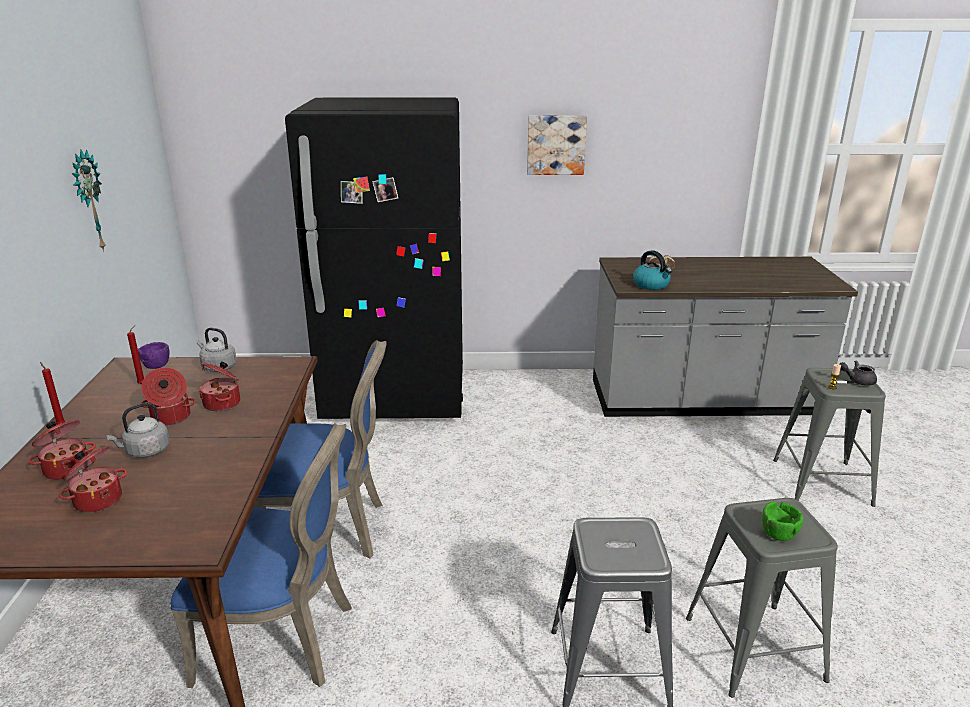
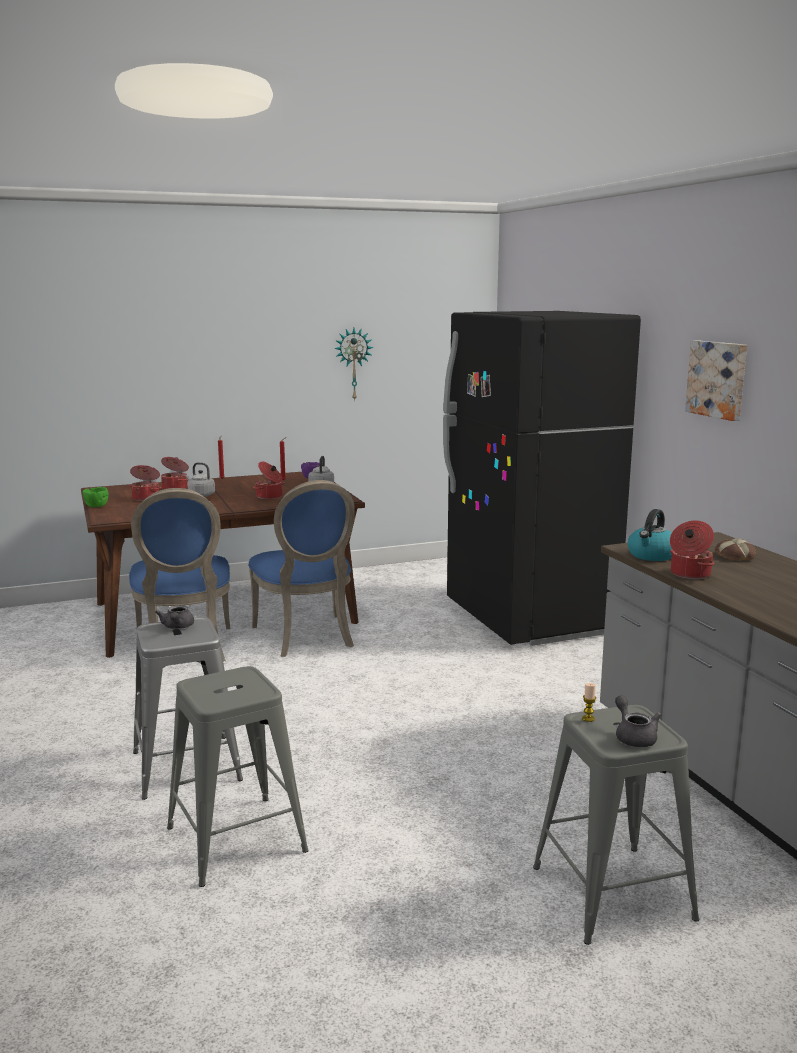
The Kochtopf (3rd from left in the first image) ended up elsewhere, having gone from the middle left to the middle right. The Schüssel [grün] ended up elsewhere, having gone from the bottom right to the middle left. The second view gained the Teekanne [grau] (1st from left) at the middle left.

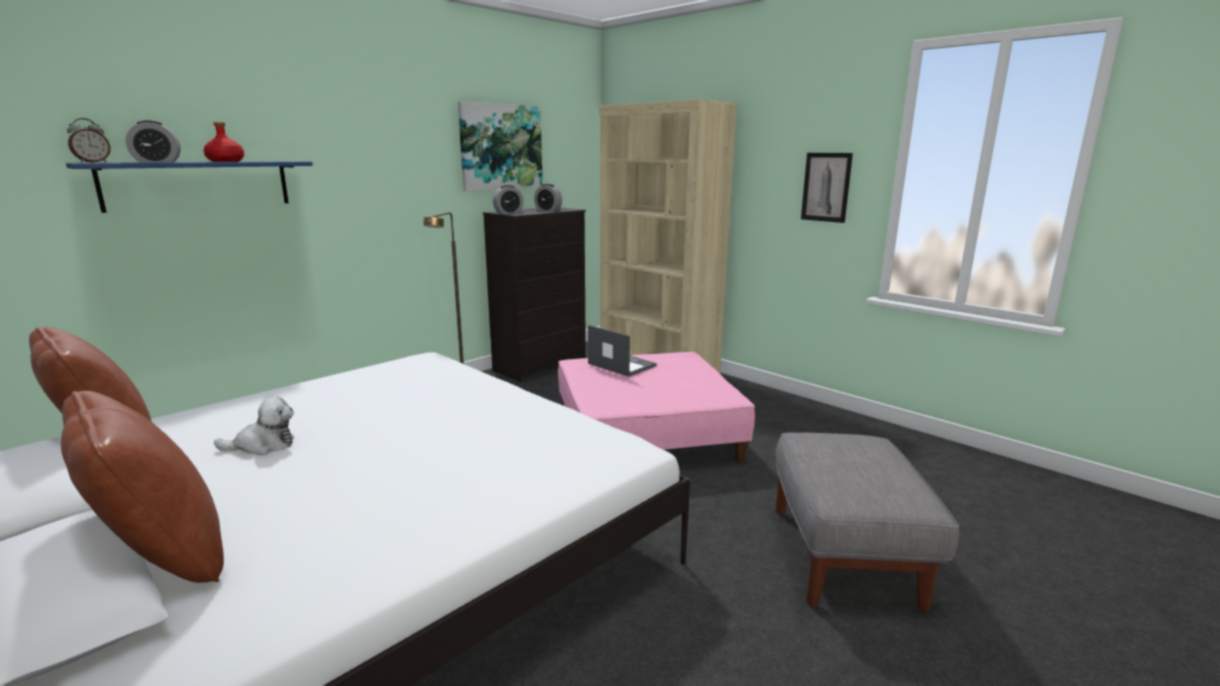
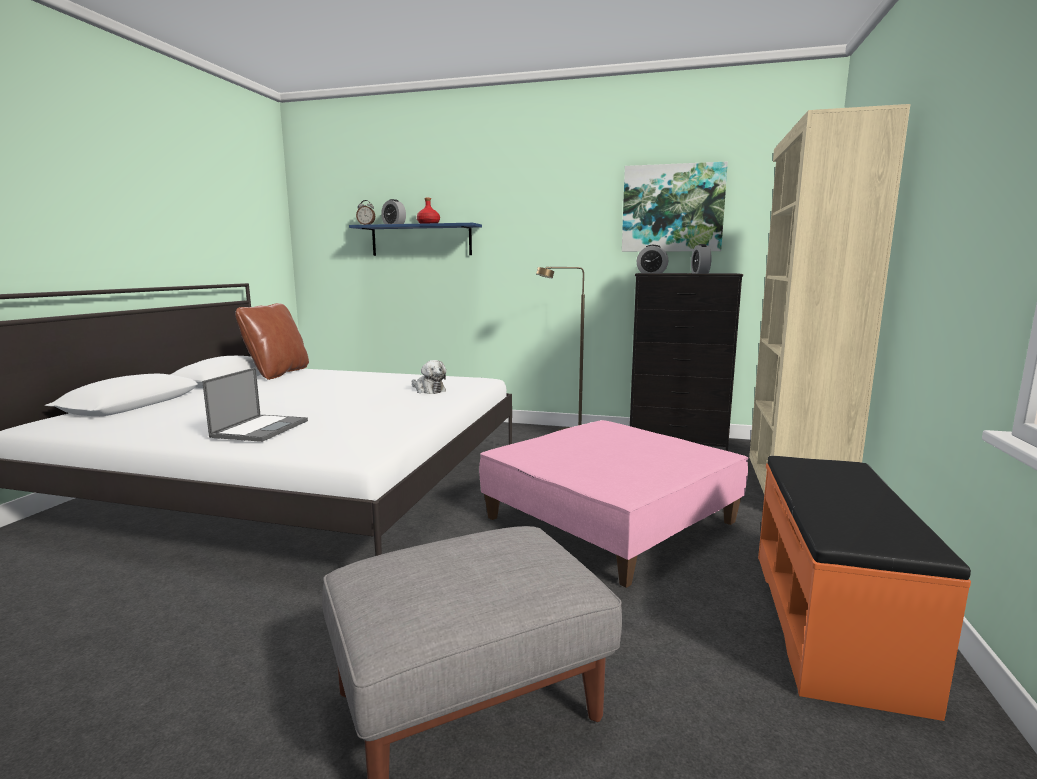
The second view lost the Kissen [braun] (2nd from left) at the bottom left. The Plüschtier ended up elsewhere, having gone from the middle left to the centre. The Laptop ended up elsewhere, having gone from the centre to the middle left. The second view lost the Bild (2nd from left) at the top right. The second view gained the Bank [orange] at the bottom right.

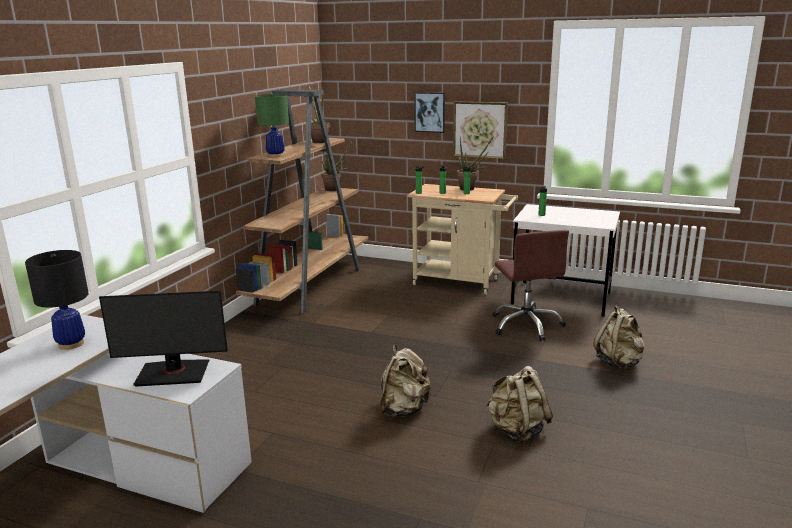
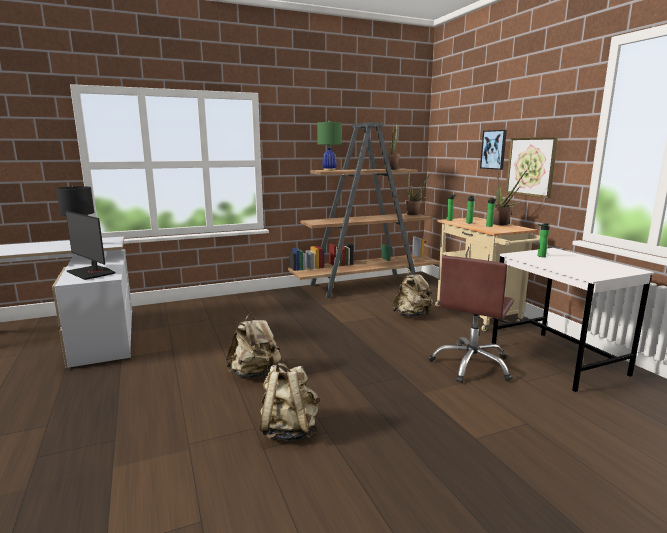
The Rucksack [beige] (3rd from left) ended up elsewhere, having gone from the middle right to the centre.

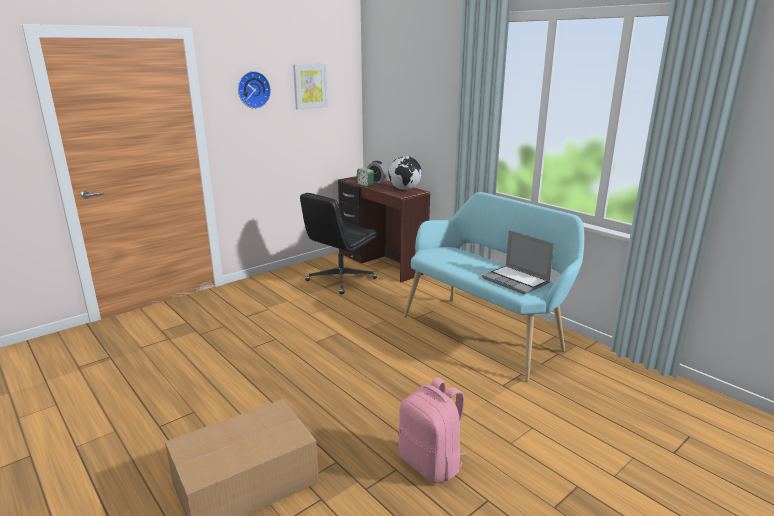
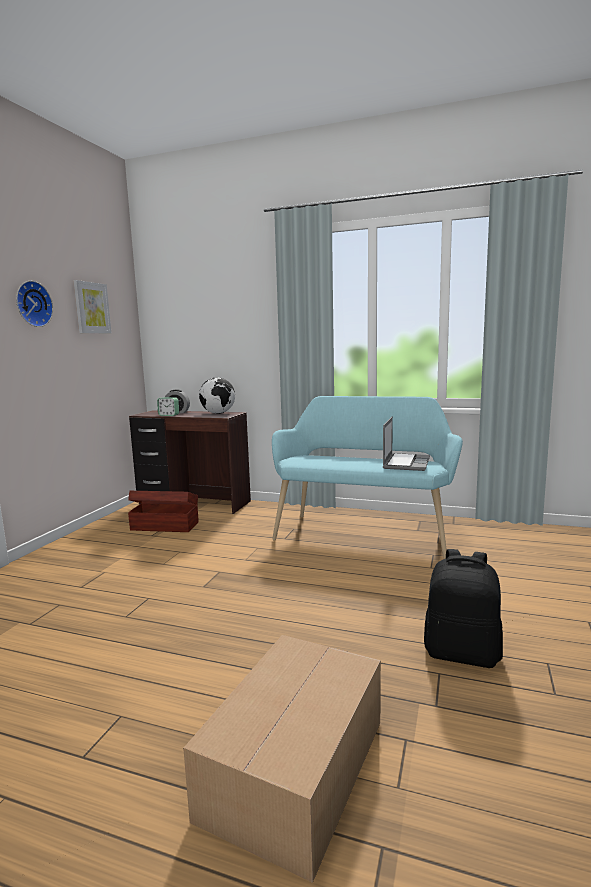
Where the Bürostuhl [schwarz] stood at the centre, the Aufbewahrungsbox [braun] came to stand at the middle left. What was the Rucksack [rosa] at the bottom centre turned into the Rucksack [schwarz] at the bottom right. The Laptop at the middle right ended up facing another way, 90 degrees counterclockwise from before.

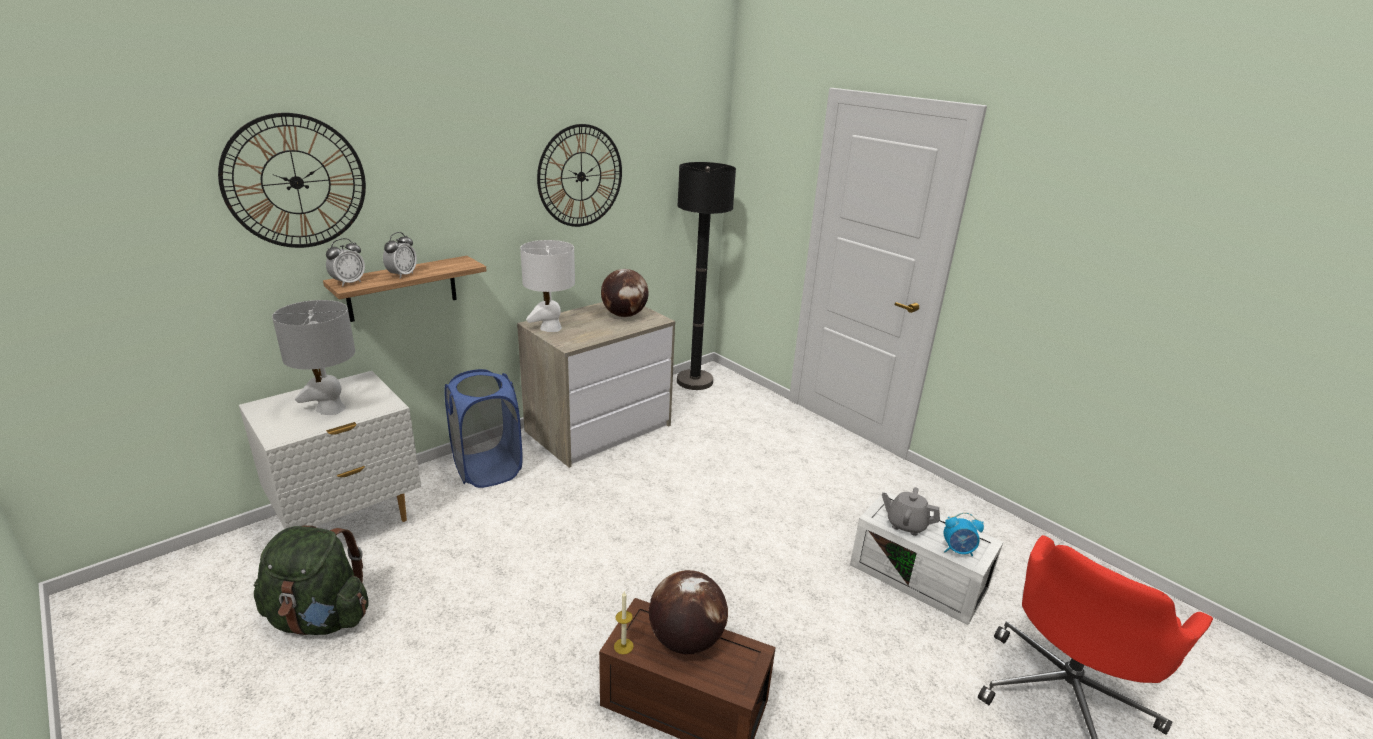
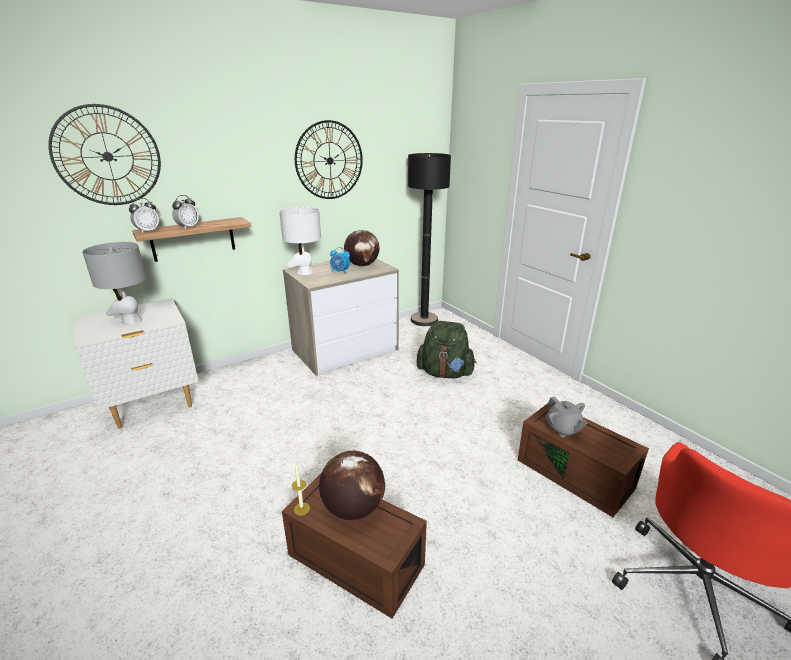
The Rucksack [grün] ended up elsewhere, having gone from the bottom left to the centre. The second view lost the Wäschekorb [blau] at the centre. What was the Aufbewahrungsbox [weiß] at the bottom right turned into the Aufbewahrungsbox [braun] (2nd from left) at the bottom right. The Teekanne [grau] at the bottom centre ended up facing another way, 150 degrees counterclockwise from before. The Wecker (3rd from left) ended up elsewhere, having gone from the bottom right to the centre.

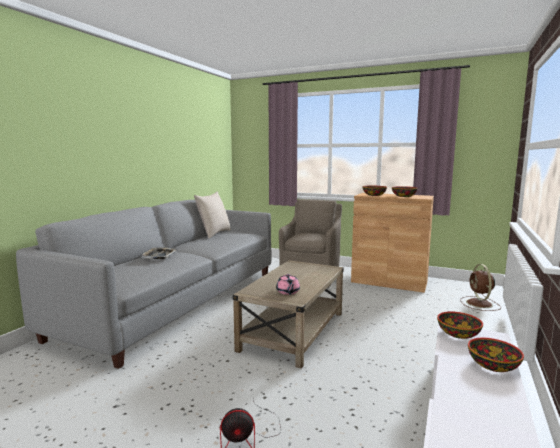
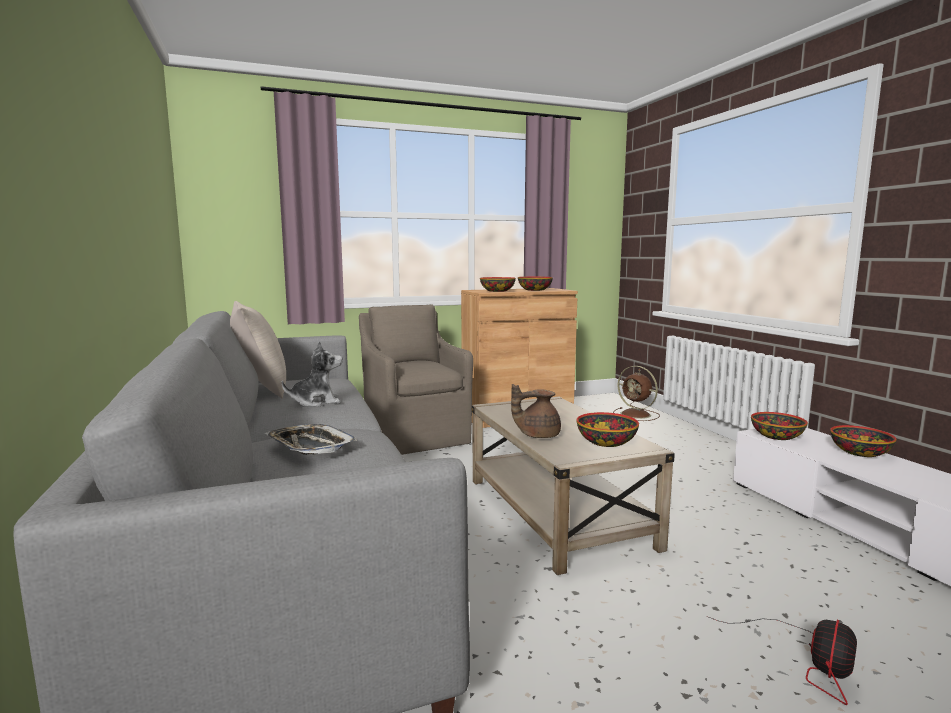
Where the Teekanne [rosa] stood at the centre, the Schüssel (3rd from left) came to stand at the centre. The second view gained the Plüschtier at the middle left. The second view gained the Teekanne [braun] at the centre.

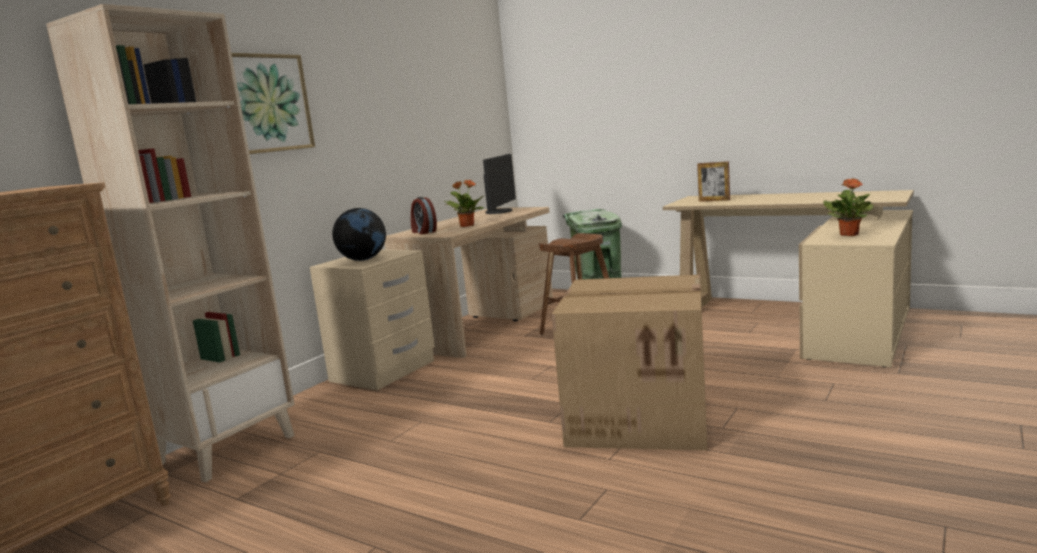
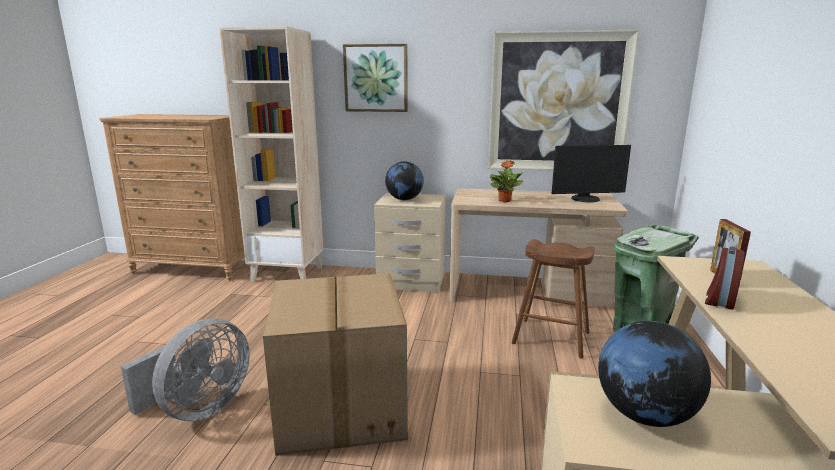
The Wecker ended up elsewhere, having gone from the centre to the middle right. Where the Topfpflanze (2nd from left) stood at the middle right, the Globus (2nd from left) came to stand at the bottom right. The second view gained the Ventilator [grau] at the bottom left. The second view gained the Bild (2nd from left) at the top right.

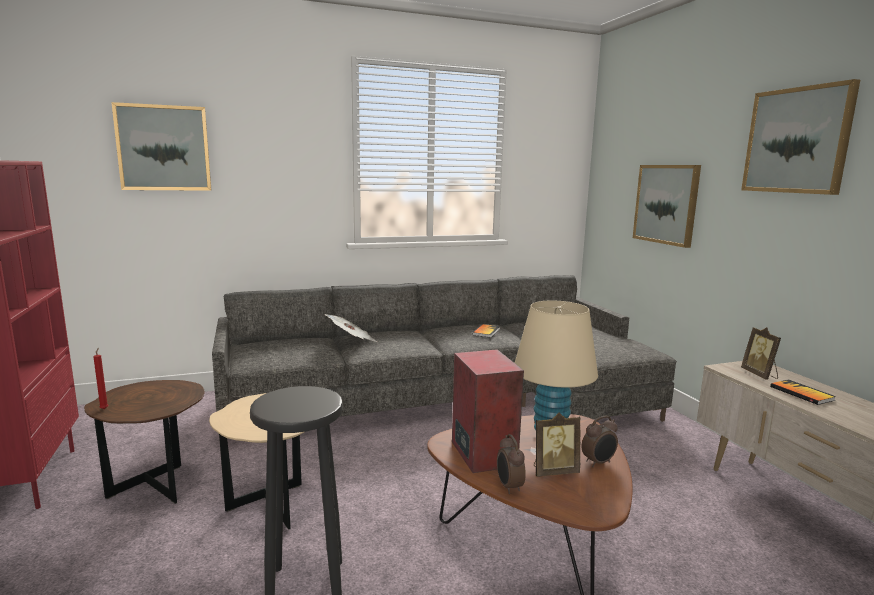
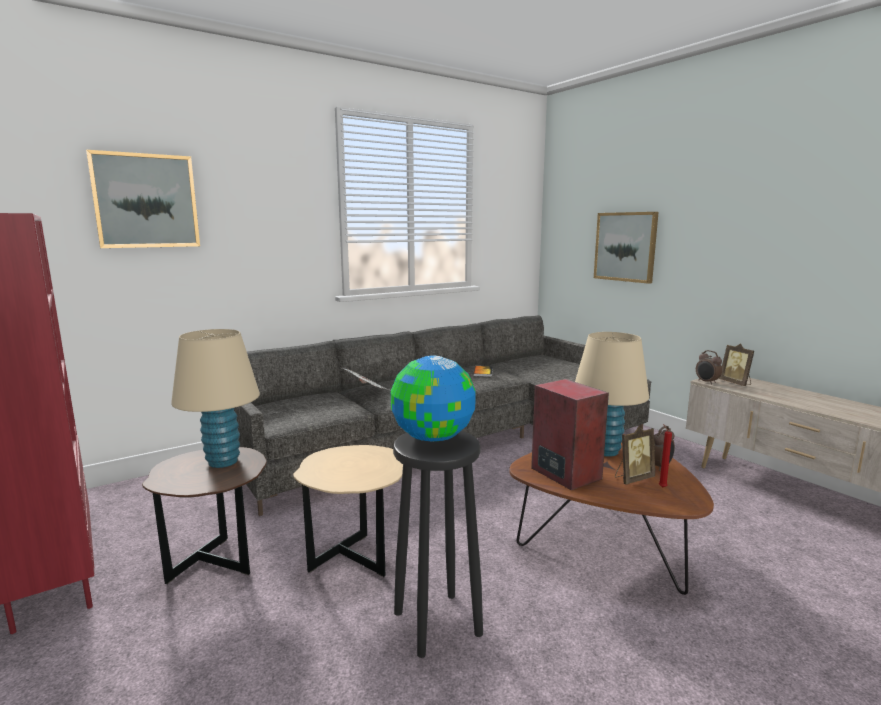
The Kerze [rot] ended up elsewhere, having gone from the middle left to the middle right. The Wecker (1st from left in the first image) ended up elsewhere, having gone from the bottom centre to the middle right. The second view lost the Bild (3rd from left) at the top right. The second view lost the Buch (2nd from left) at the middle right. The second view gained the Tischlampe [beige] (1st from left) at the middle left. The second view gained the Globus at the centre.

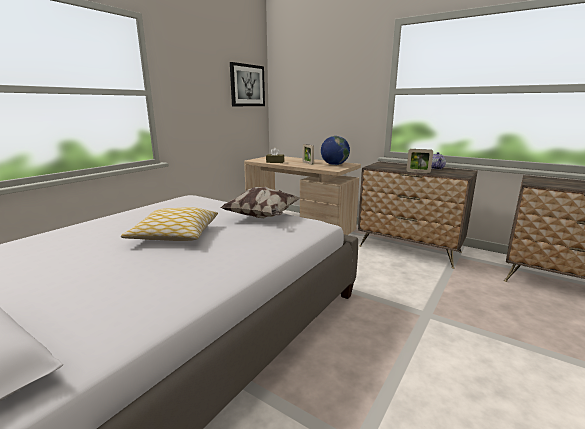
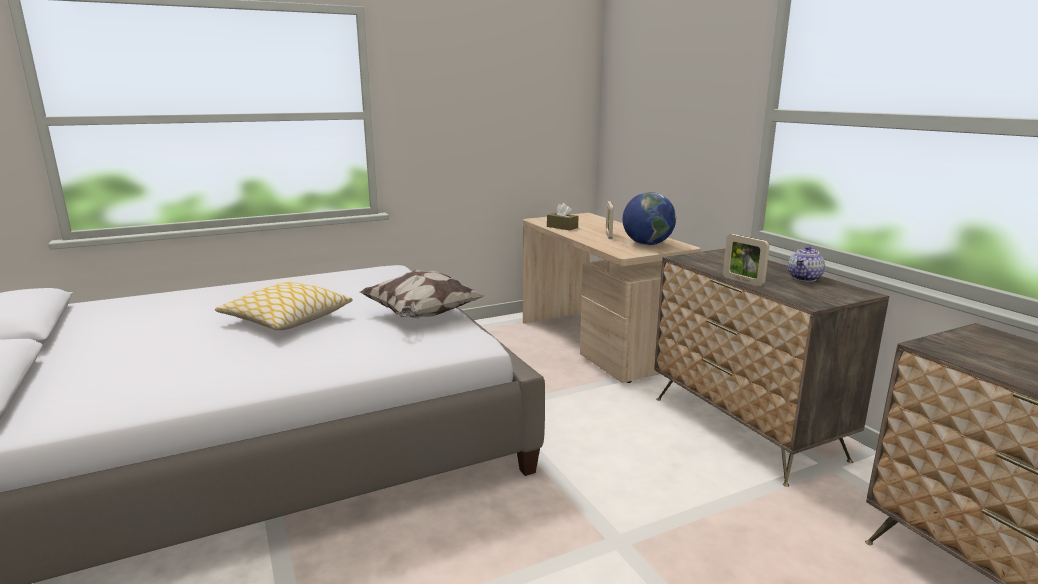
The second view lost the Bild at the top centre.

